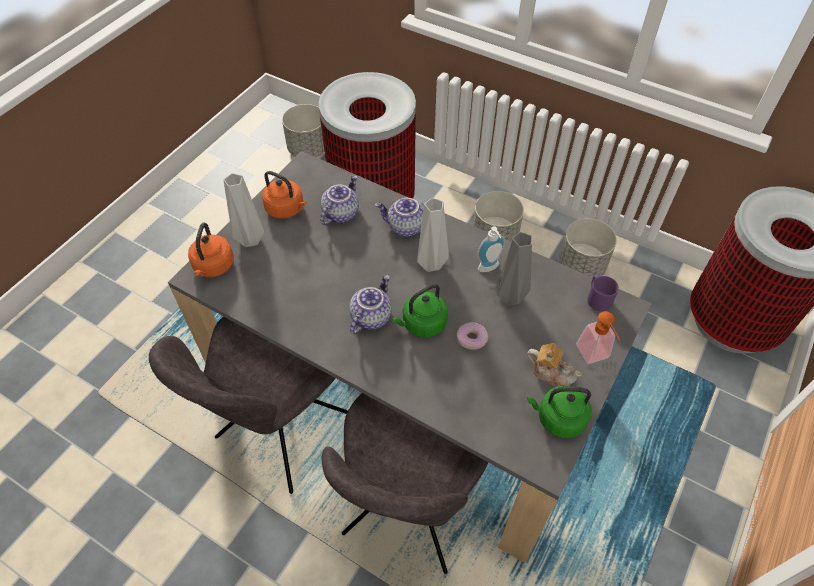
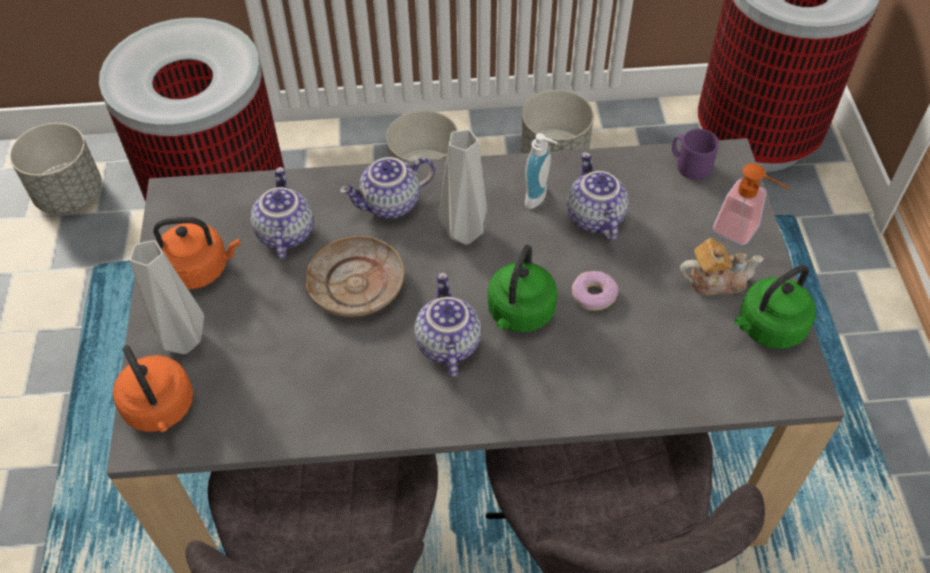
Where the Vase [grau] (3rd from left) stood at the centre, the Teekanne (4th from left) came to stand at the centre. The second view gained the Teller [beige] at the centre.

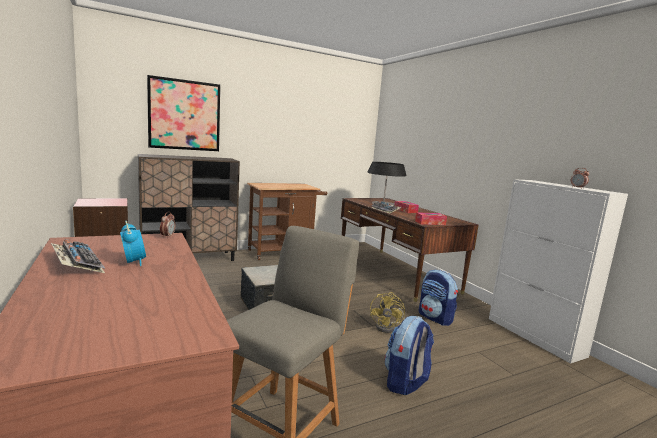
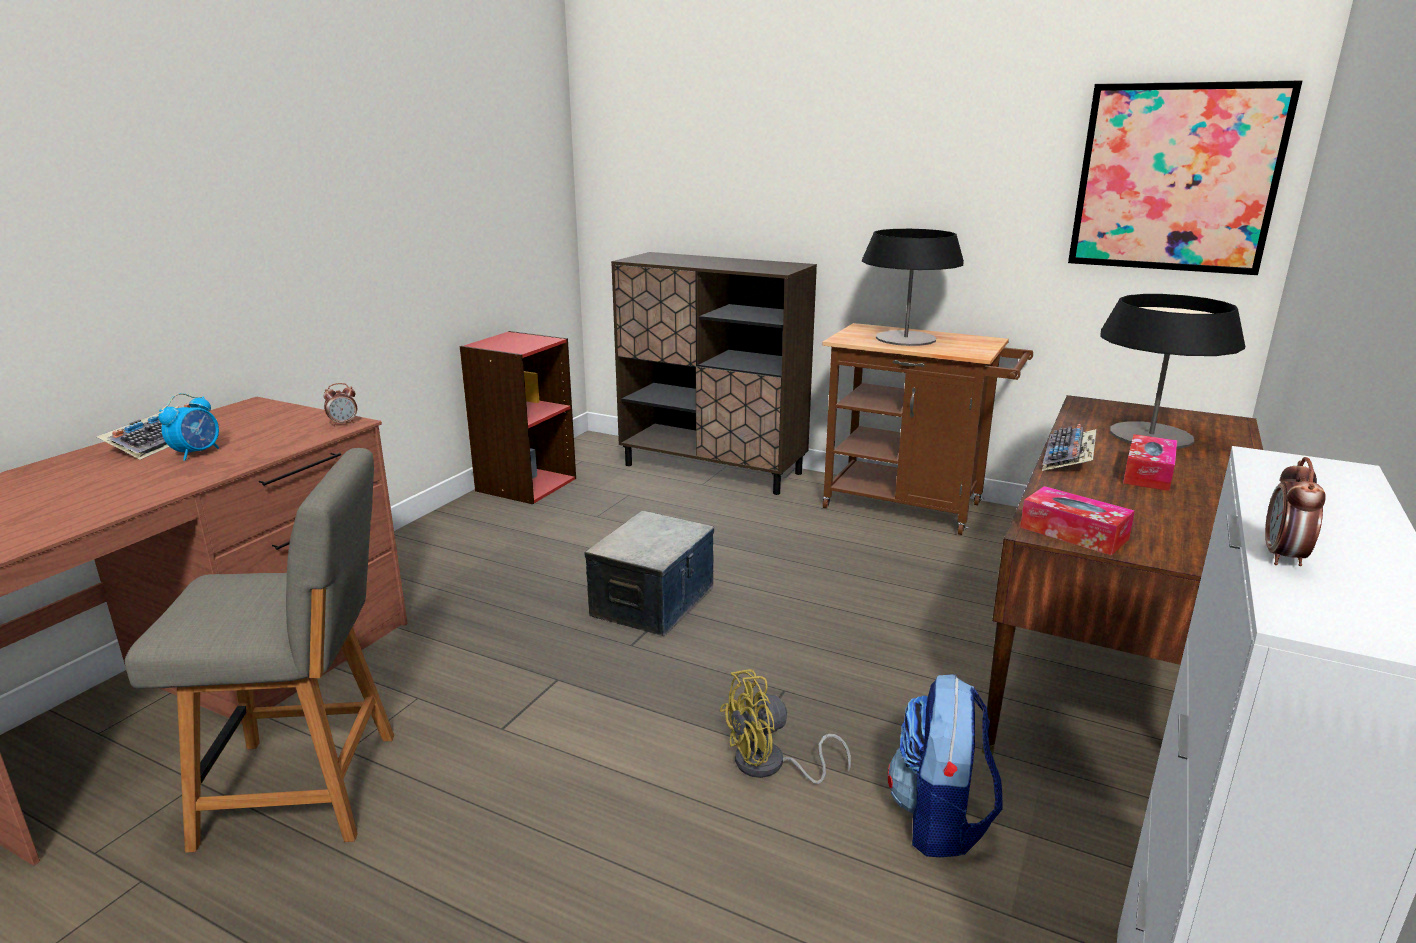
The Bild ended up elsewhere, having gone from the top left to the top right. The second view lost the Rucksack (1st from left) at the bottom centre. The second view gained the Tischlampe (1st from left) at the top centre.

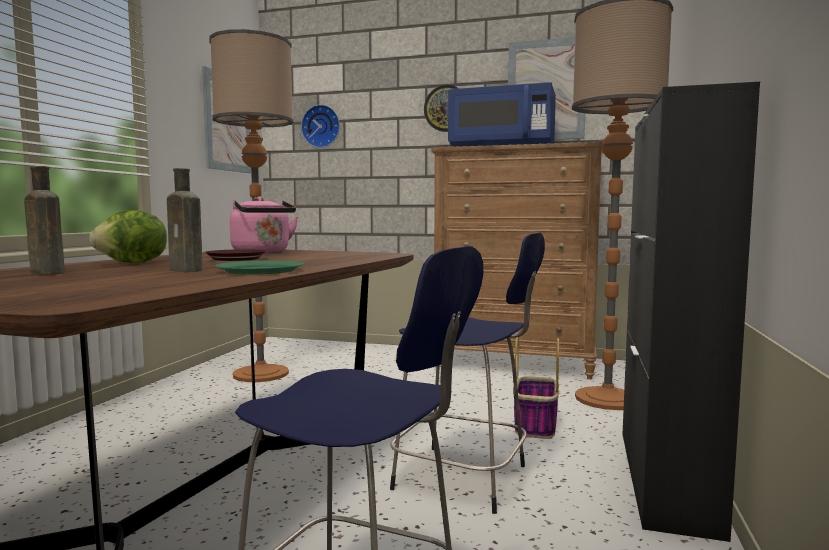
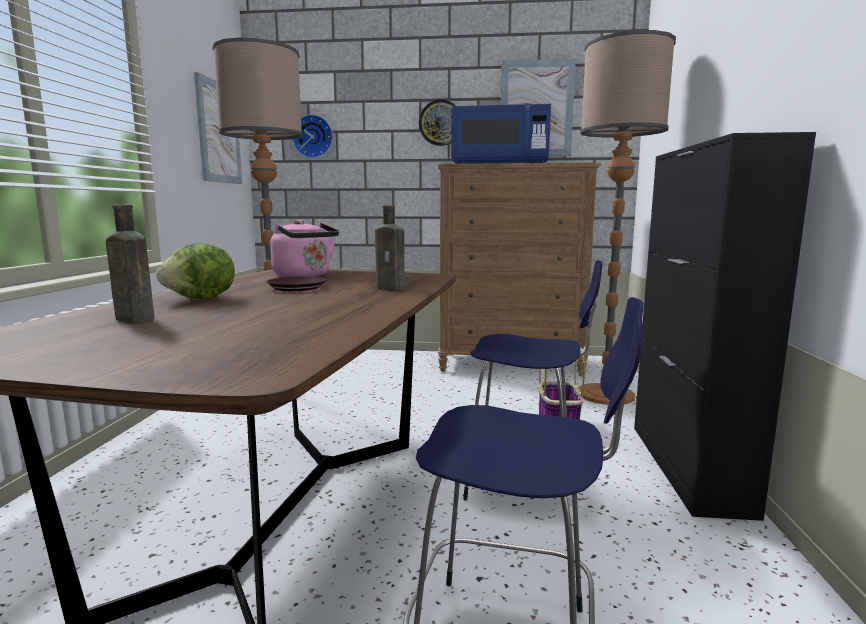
The Flasche [braun] (2nd from left) ended up elsewhere, having gone from the middle left to the centre. The second view lost the Teller [grün] at the middle left.

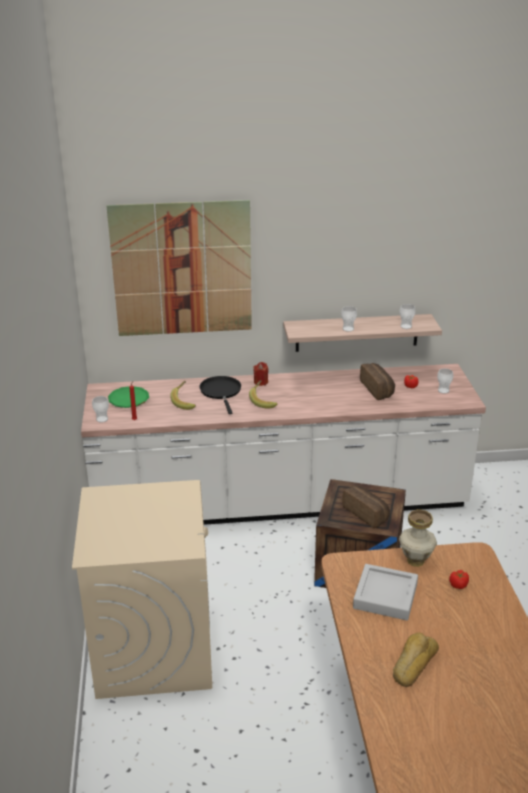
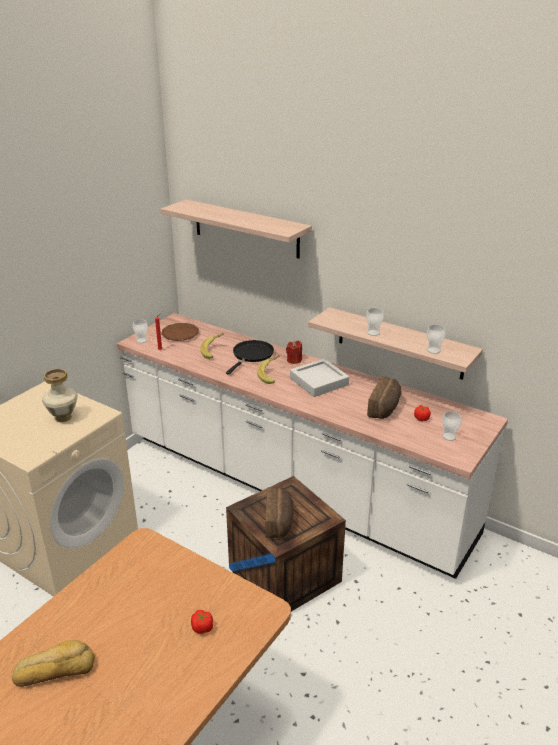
Where the Bild hung at the centre, the Wandregal (1st from left) came to hang at the top centre. What was the Teller [grün] at the middle left turned into the Teller [braun] at the middle left. The Tablett [grau] ended up elsewhere, having gone from the bottom right to the centre. The Vase ended up elsewhere, having gone from the bottom right to the middle left.

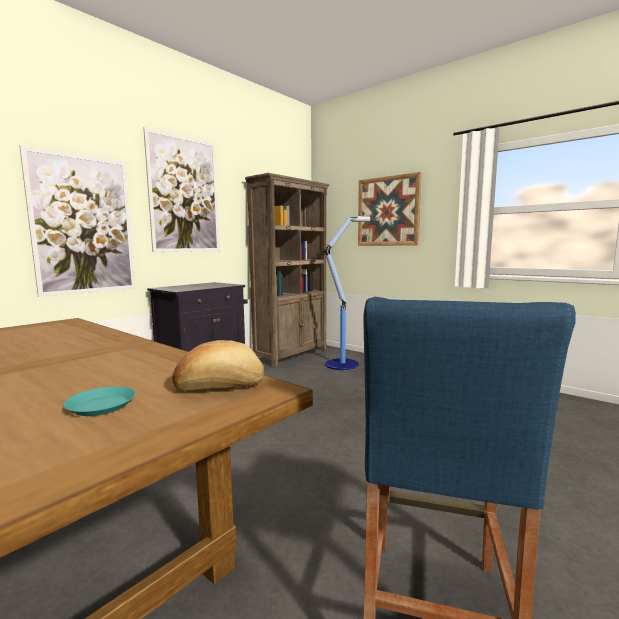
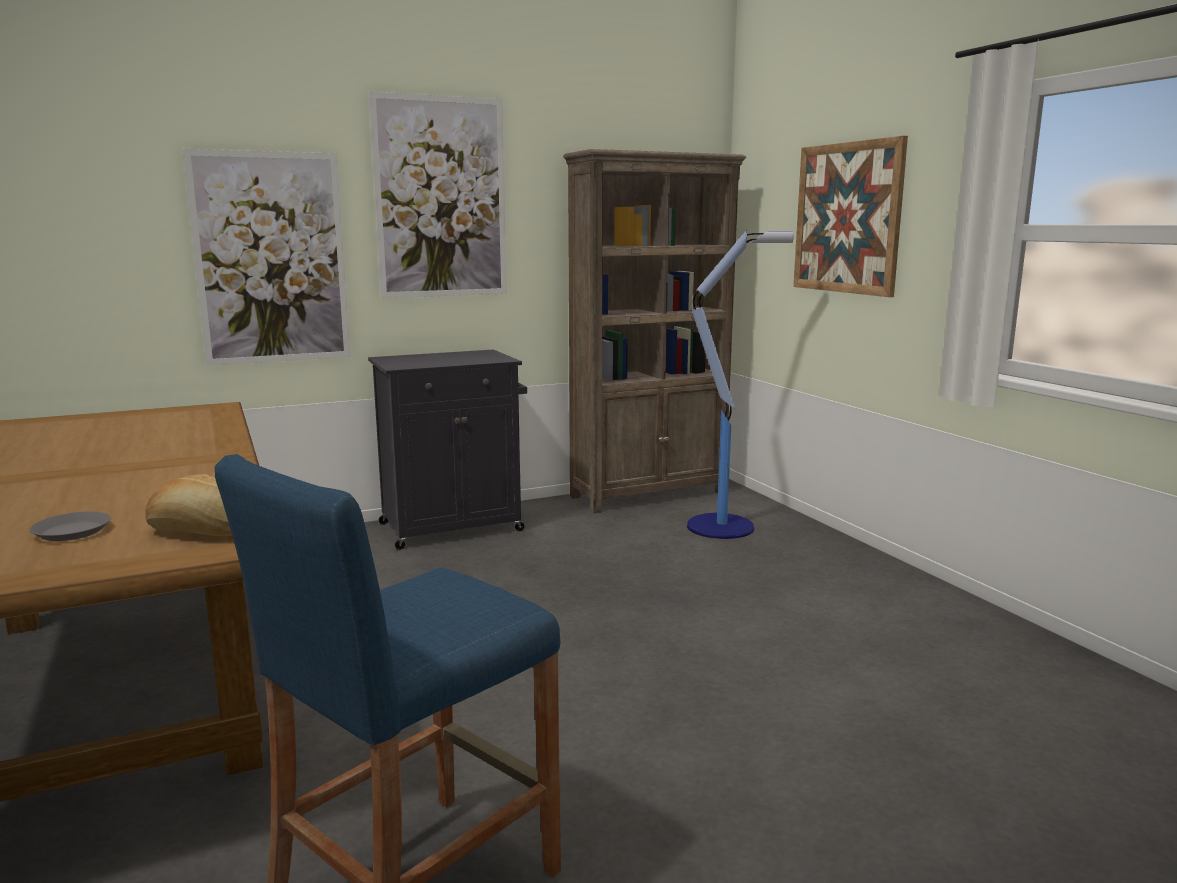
What was the Teller [türkis] at the middle left turned into the Teller [grau] at the middle left.

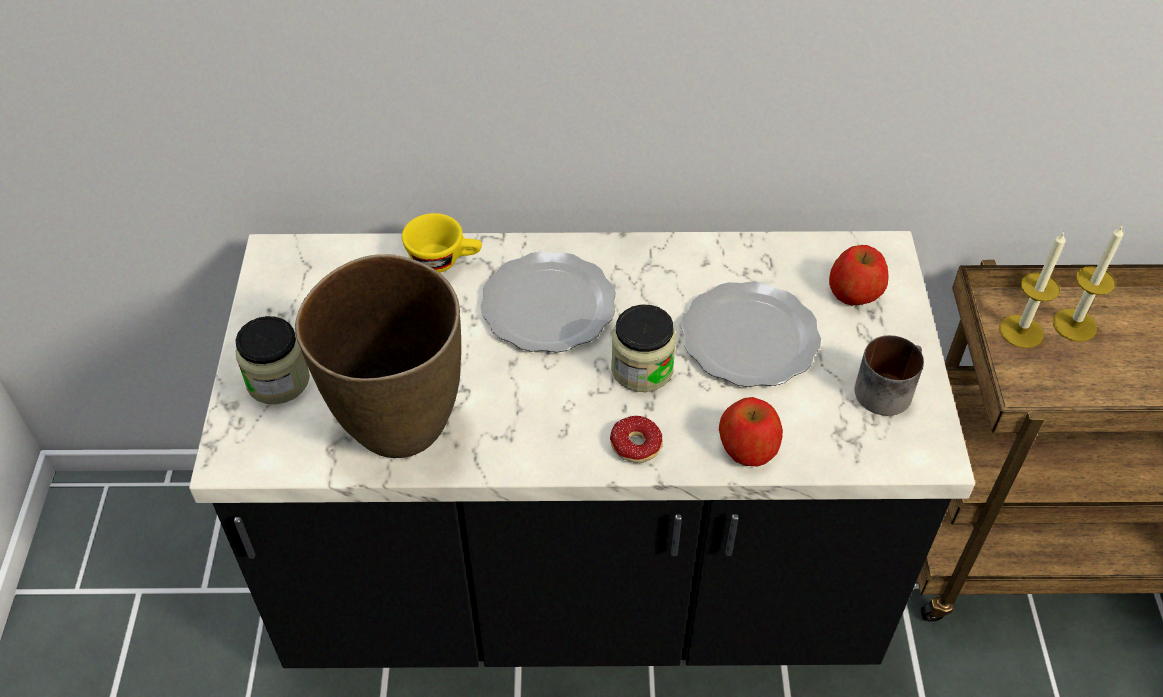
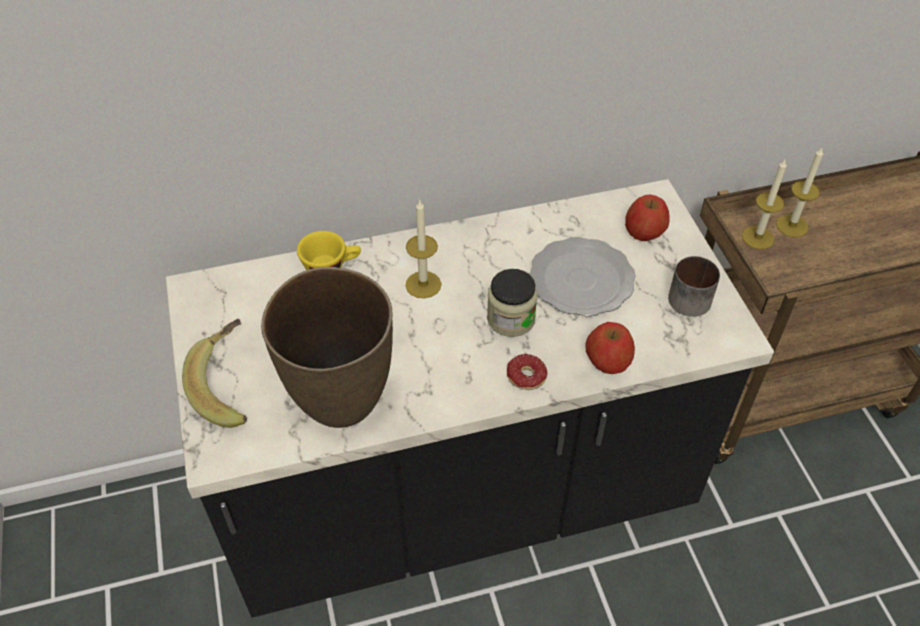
Where the Vorratsglas (1st from left) stood at the middle left, the Banane came to stand at the middle left. Where the Teller (1st from left) stood at the centre, the Kerze (1st from left) came to stand at the centre.

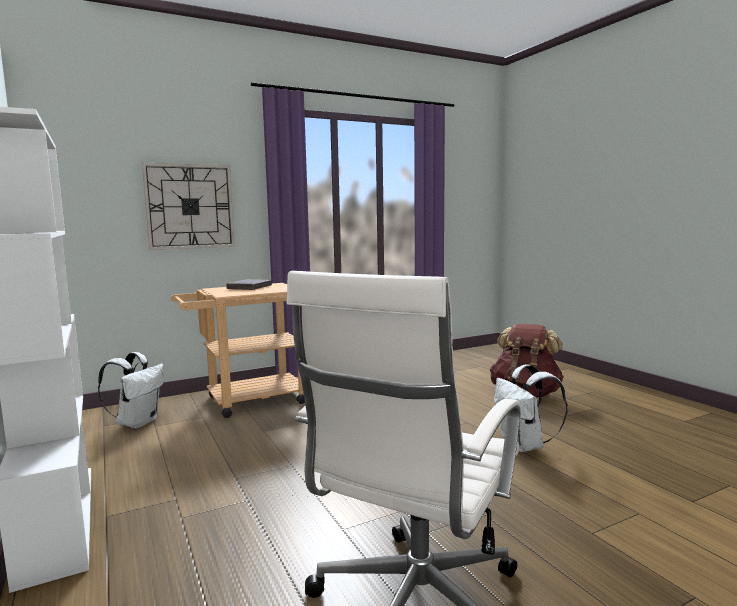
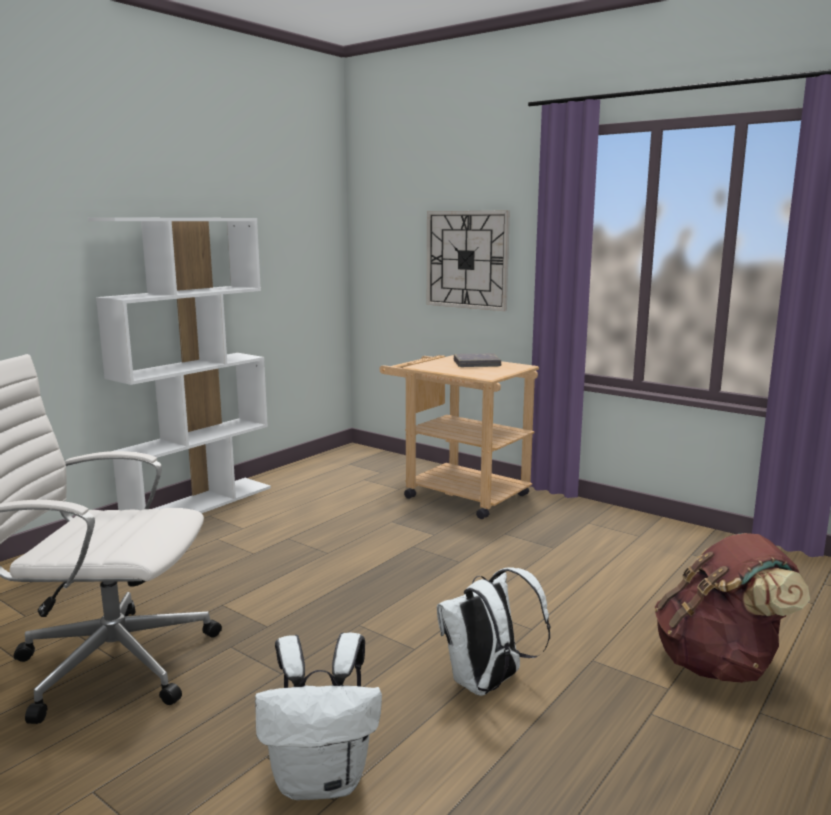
The Rucksack [weiß] (1st from left) ended up elsewhere, having gone from the middle left to the bottom centre.

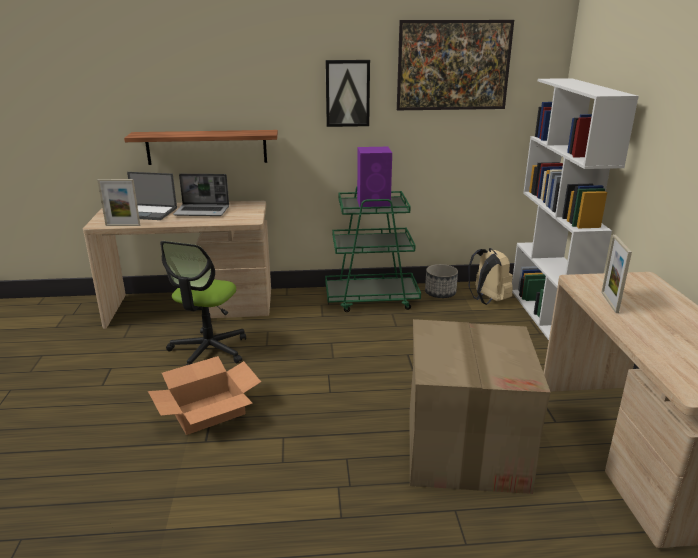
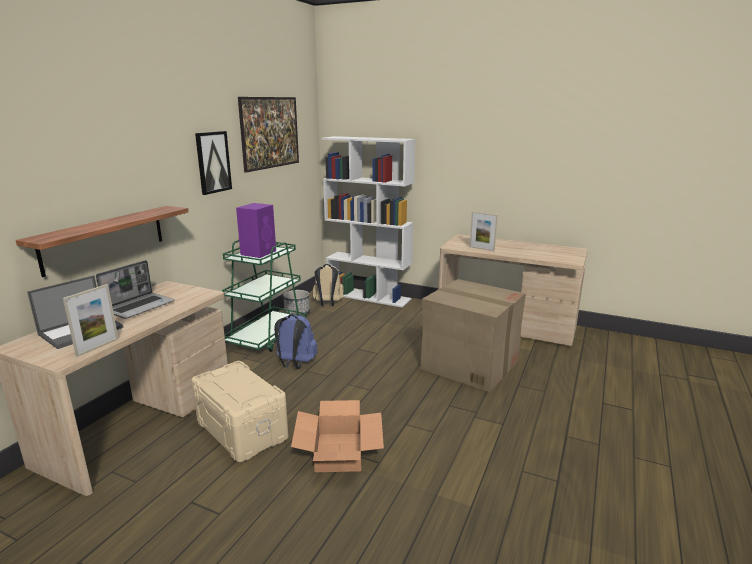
Where the Bürostuhl stood at the middle left, the Aufbewahrungsbox [beige] came to stand at the bottom left. The second view gained the Rucksack [blau] at the centre.

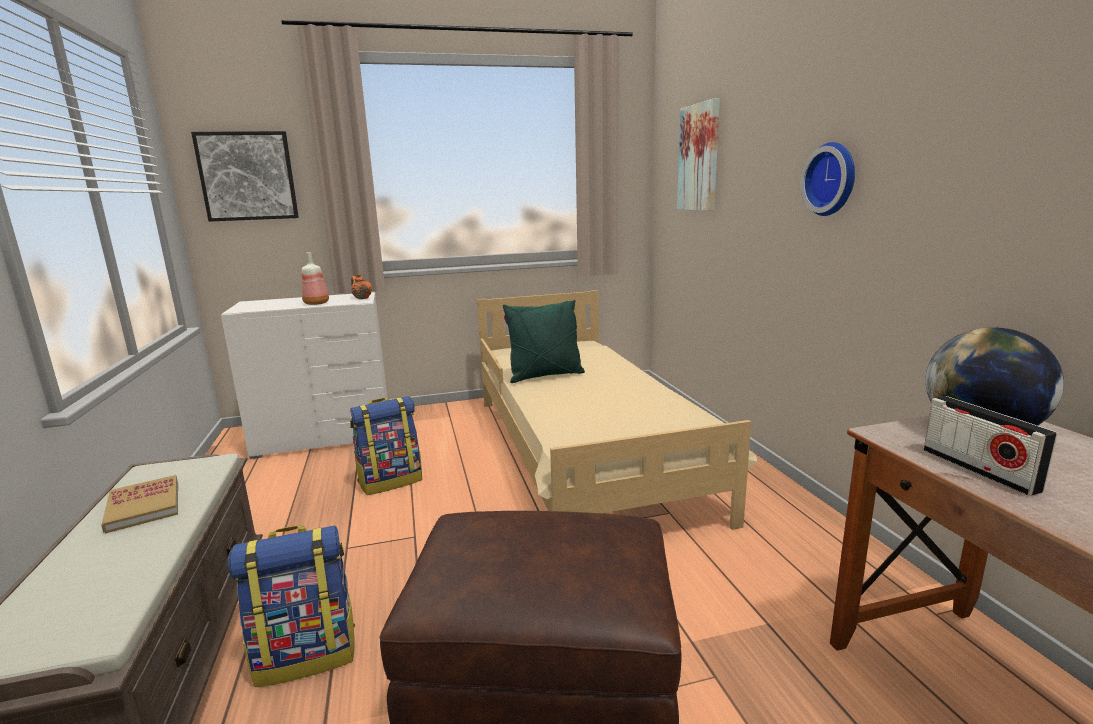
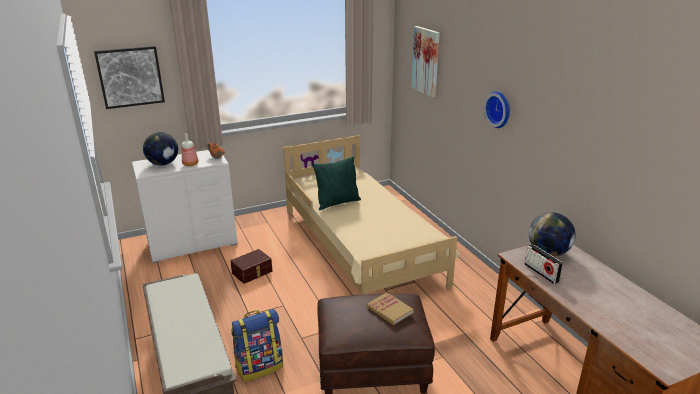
The Buch ended up elsewhere, having gone from the bottom left to the bottom centre. Where the Rucksack (2nd from left) stood at the centre, the Aufbewahrungsbox [braun] came to stand at the bottom centre. The second view gained the Globus (1st from left) at the middle left.

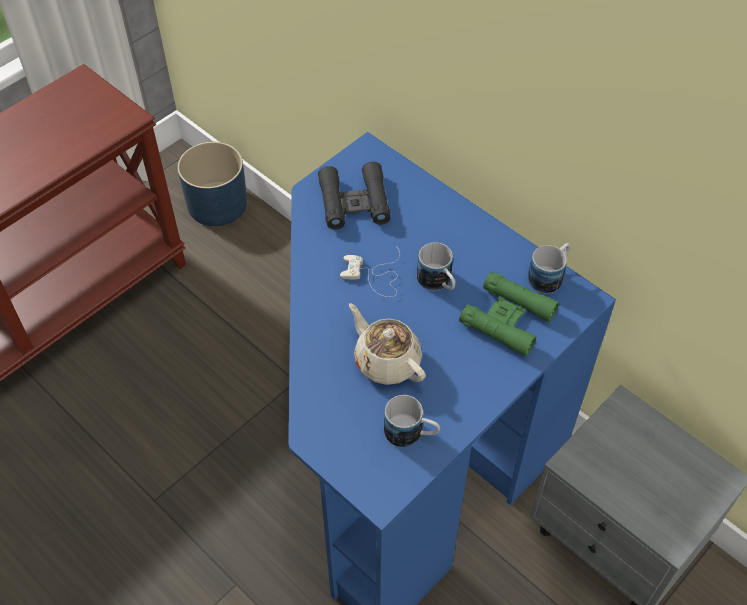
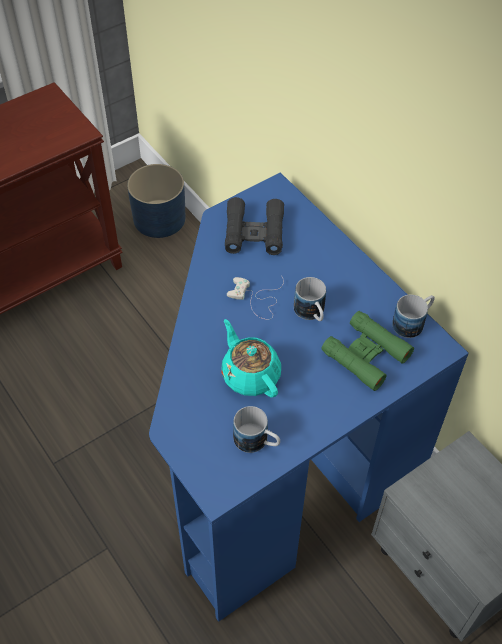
What was the Teekanne [beige] at the centre turned into the Teekanne [türkis] at the centre.

